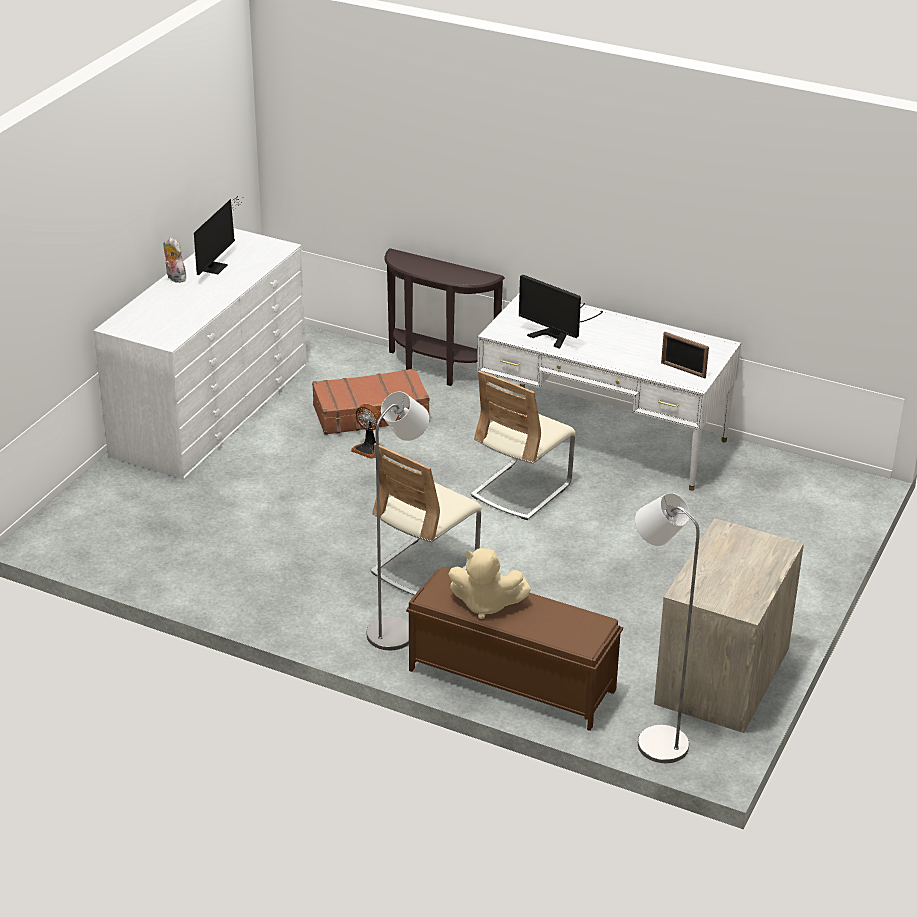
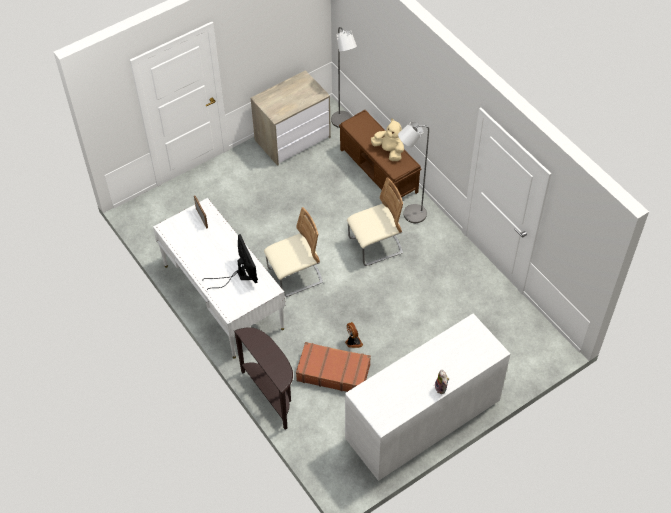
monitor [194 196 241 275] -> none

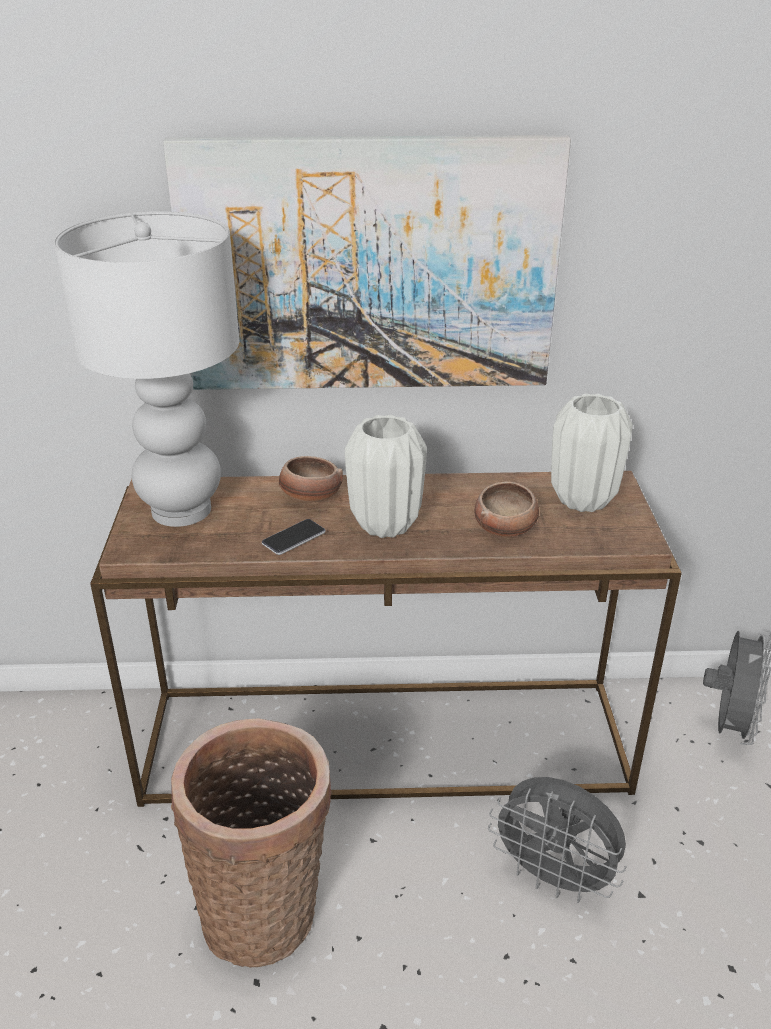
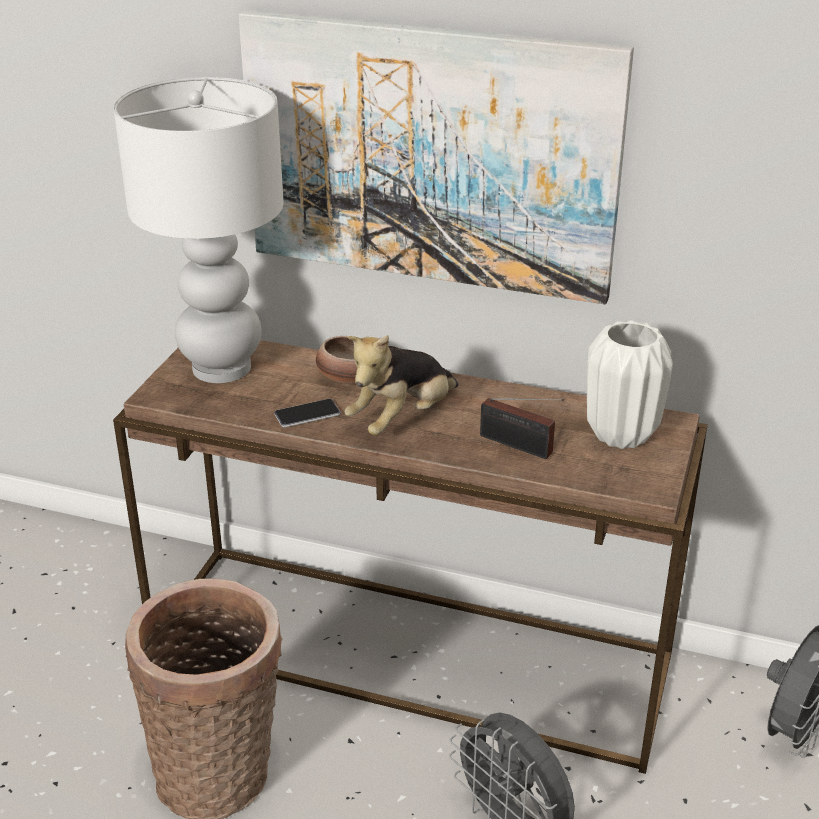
wazon (biały) [345 415 427 538] -> pluszak [345 335 458 435]
miska [475 481 539 537] -> radio [480 398 564 459]

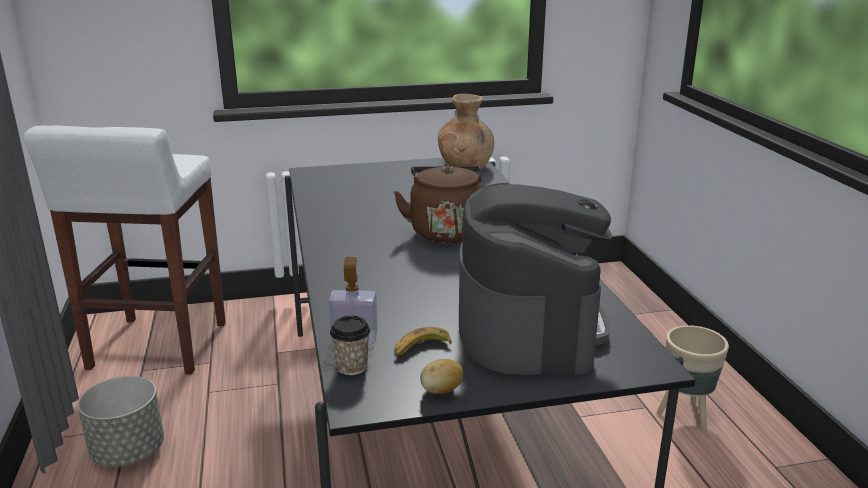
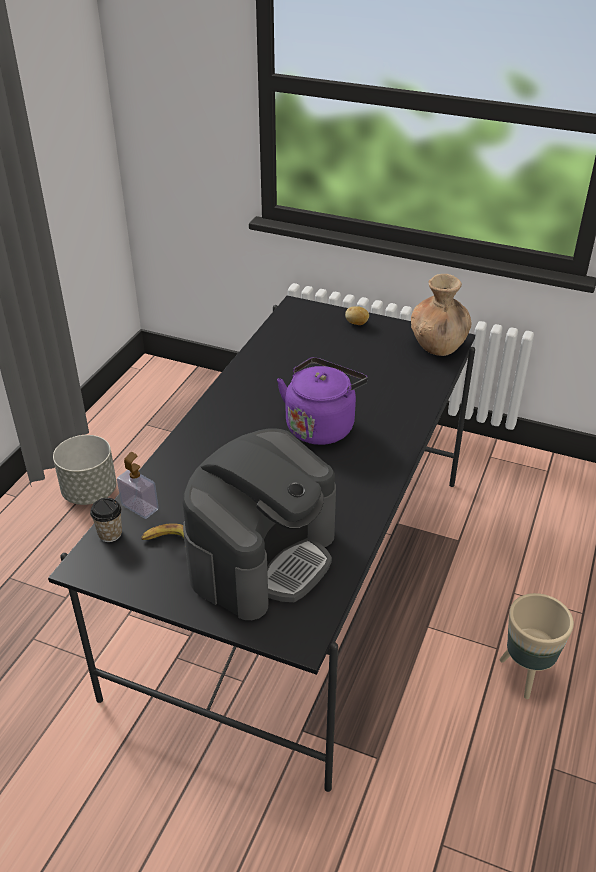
stołek (biały) [23 126 226 375] -> none
czajnik (brązowy) [394 165 483 244] -> czajnik (fioletowy) [277 357 368 445]
ziemniak [420 359 463 394] -> ziemniak [345 306 369 325], moved

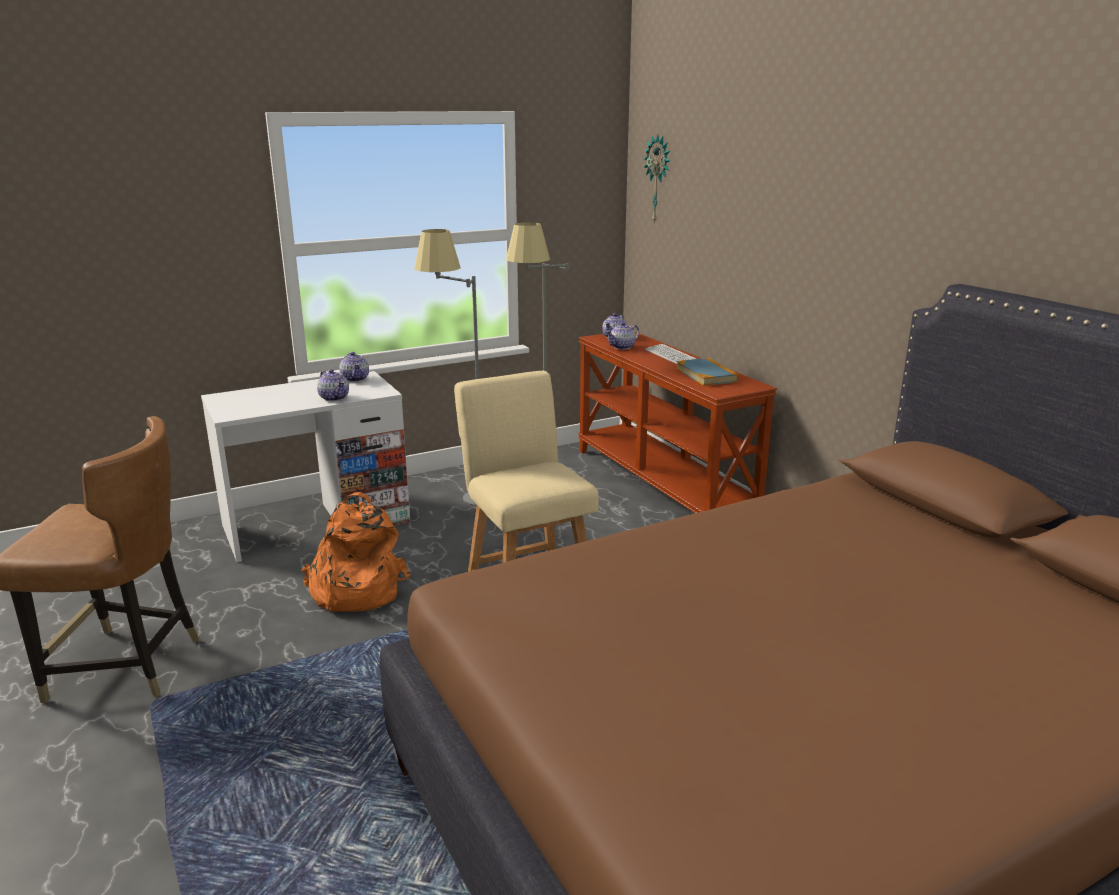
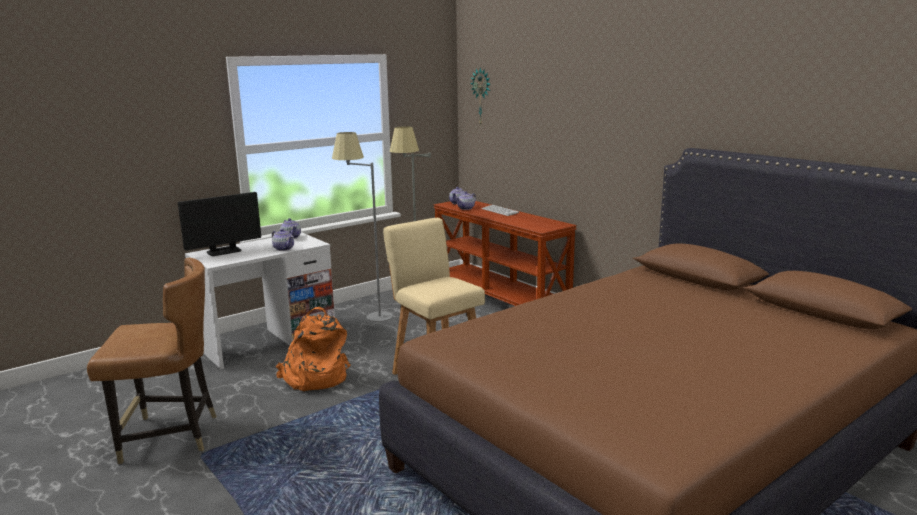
książka [676 358 738 386] -> none
none -> monitor [178 192 261 256]

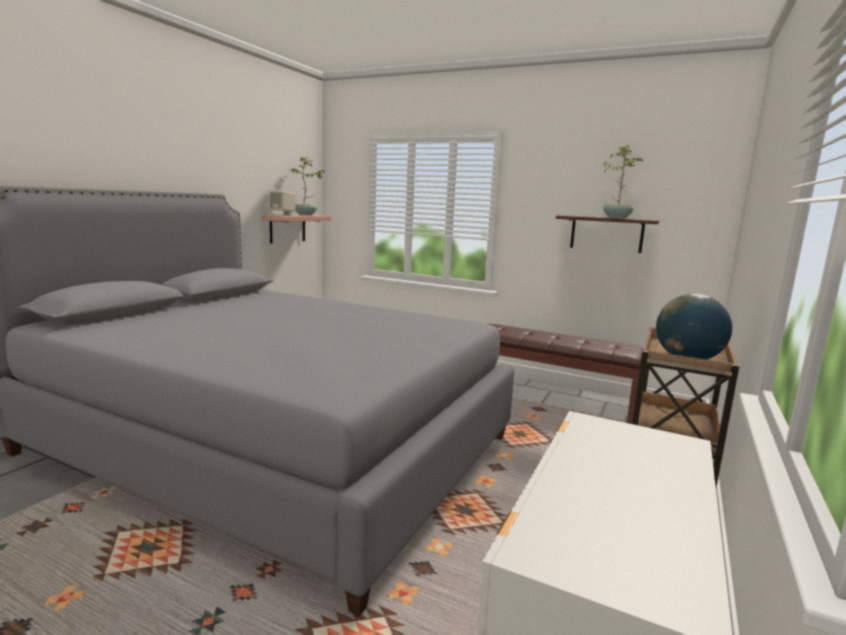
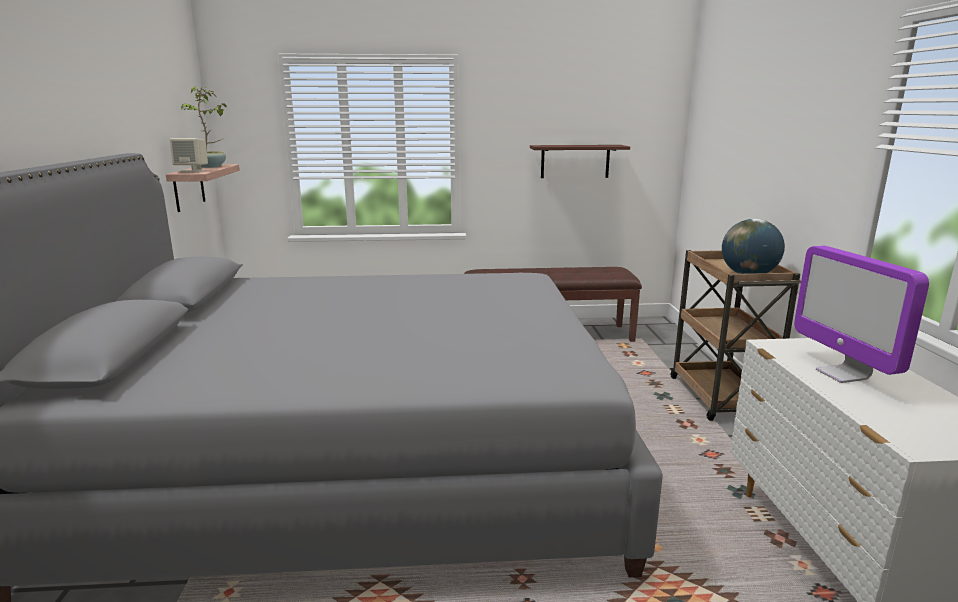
roślina doniczkowa [603 145 643 219] -> none
none -> monitor [794 246 929 383]

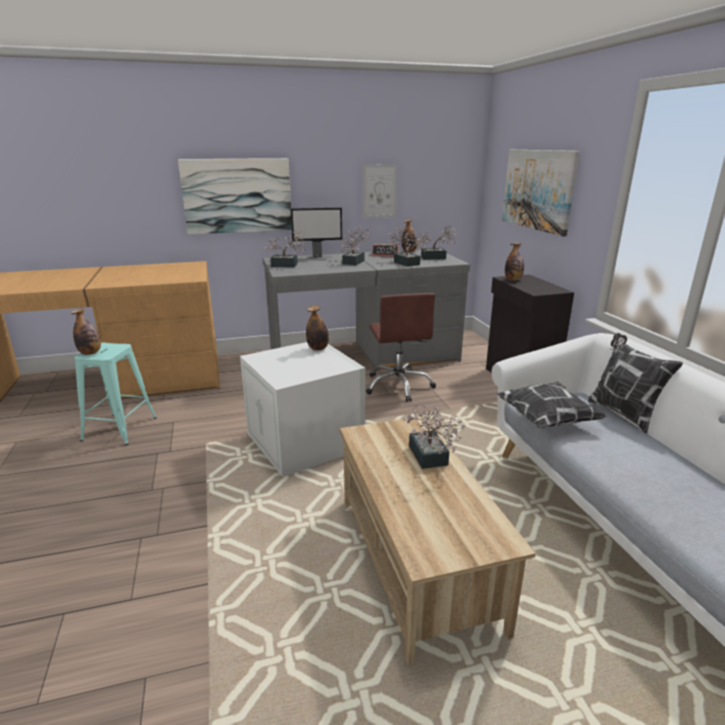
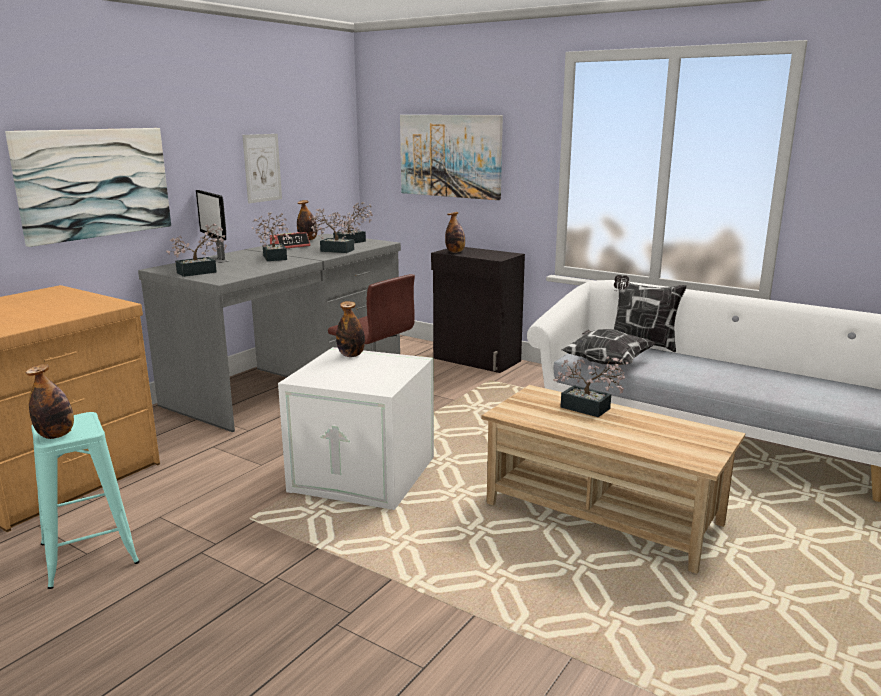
monitor [291 208 342 260] -> monitor [196 190 229 263], 105 degrees clockwise

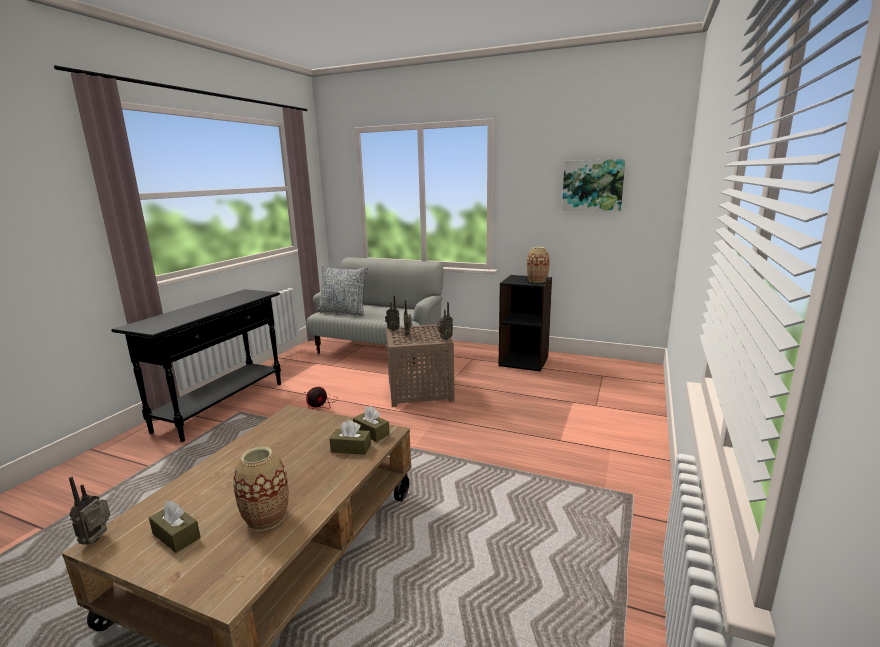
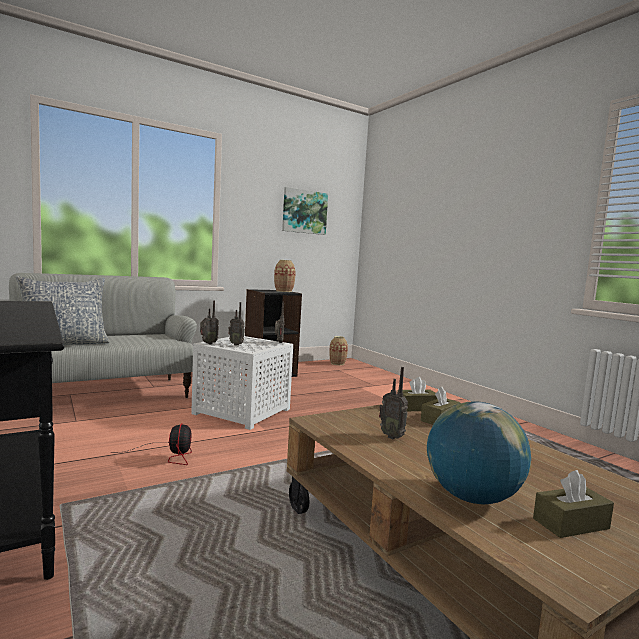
stolik (brązowy) [386 324 455 407] -> stolik (biały) [191 336 293 430]
wazon [233 447 289 531] -> wazon [329 336 348 365], moved
radio [69 477 110 545] -> radio [379 367 408 439], moved
none -> globus [427 401 531 504]

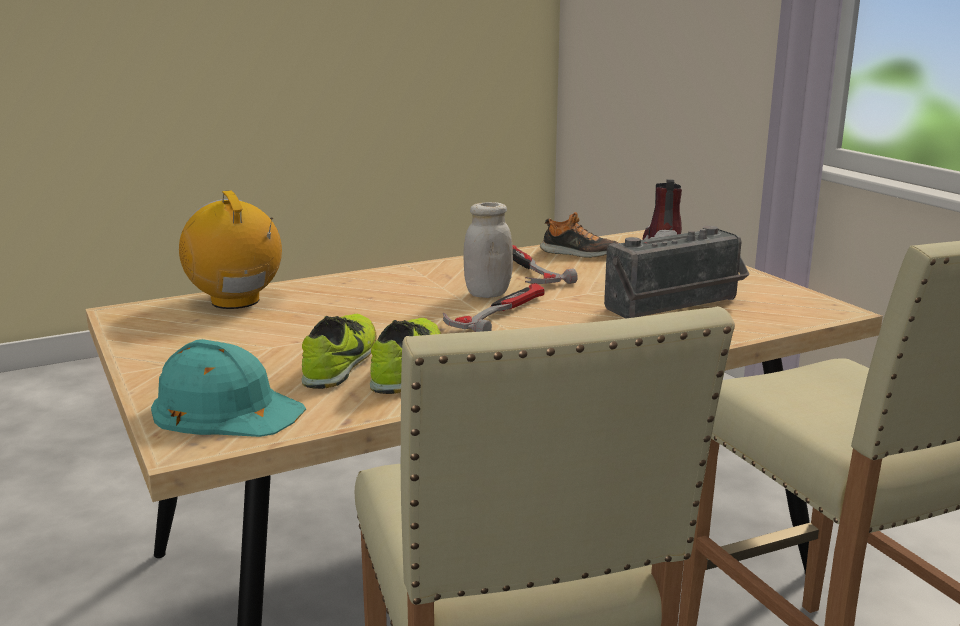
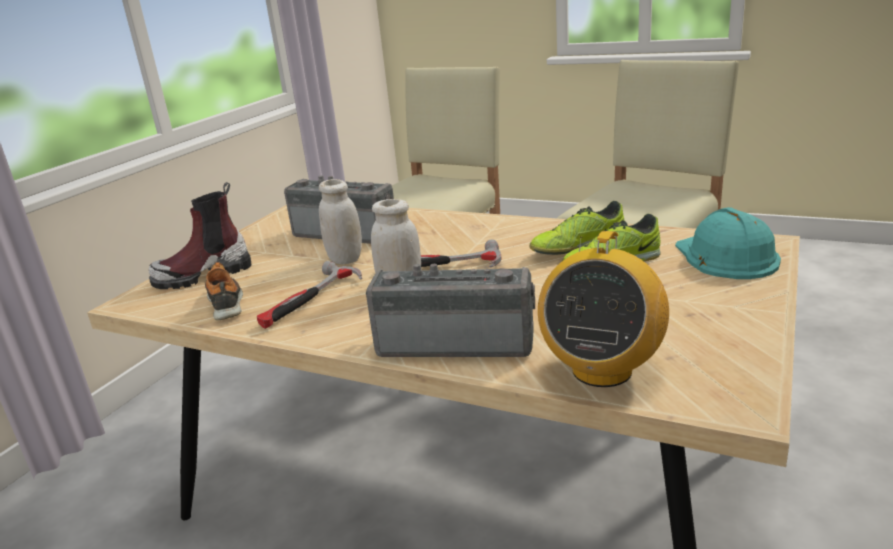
none -> słoik (biały) [319 179 362 264]
none -> radio [366 264 535 357]

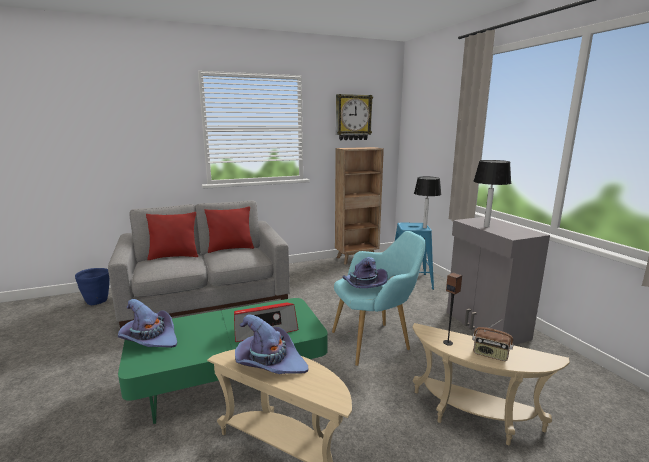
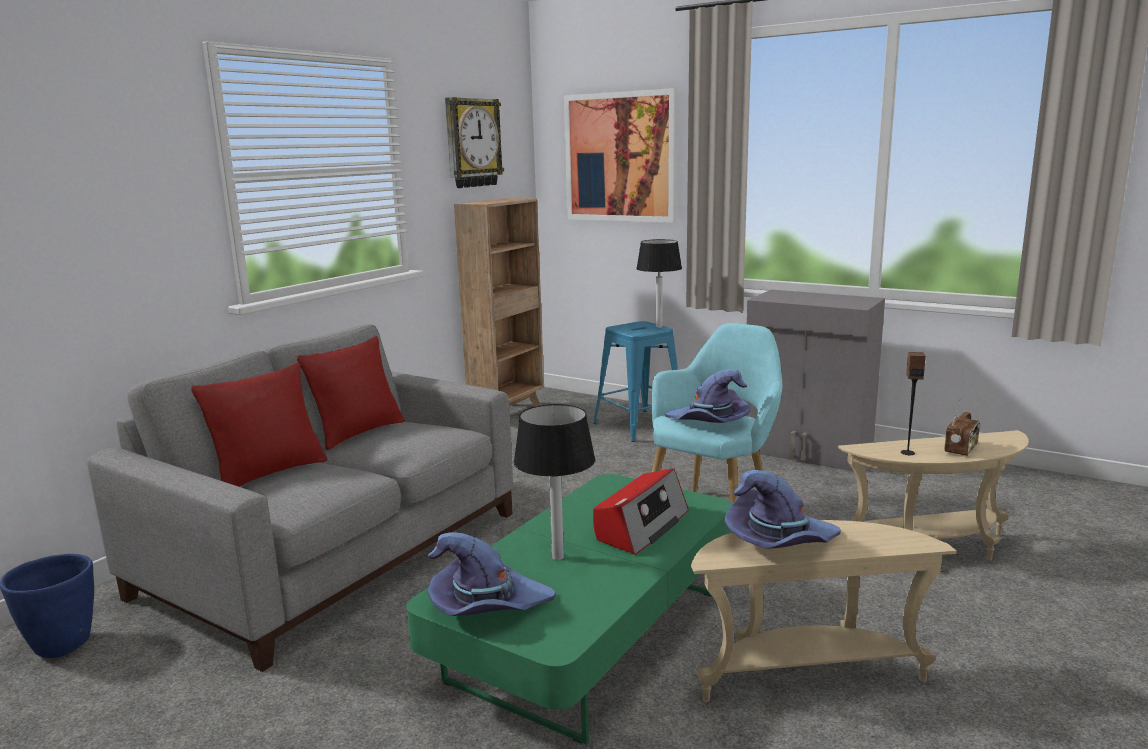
lampa stołowa [473 160 511 227] -> lampa stołowa [514 404 595 560], moved
radio [472 319 513 361] -> radio [944 398 981 456], 45 degrees counterclockwise
none -> obraz [564 88 677 223]

